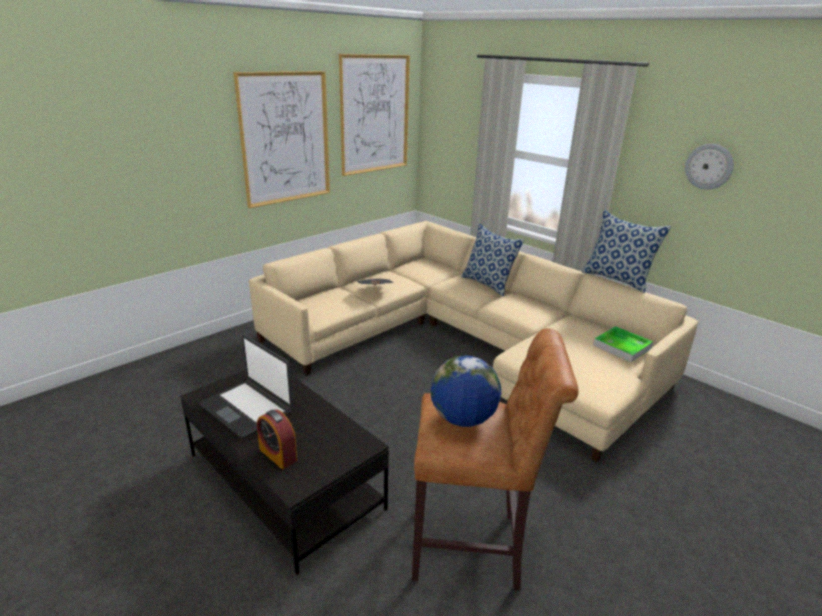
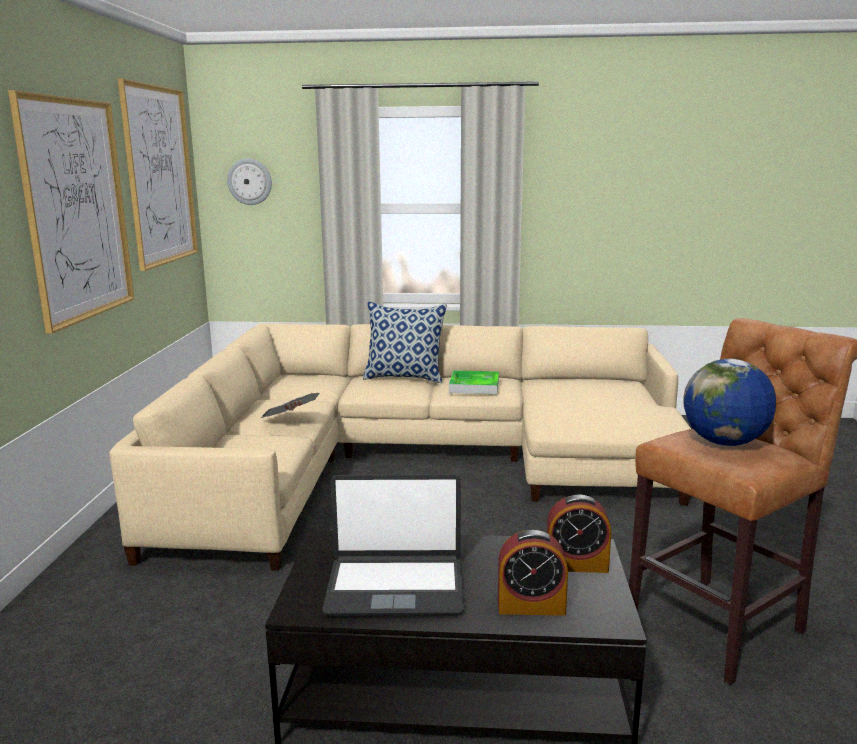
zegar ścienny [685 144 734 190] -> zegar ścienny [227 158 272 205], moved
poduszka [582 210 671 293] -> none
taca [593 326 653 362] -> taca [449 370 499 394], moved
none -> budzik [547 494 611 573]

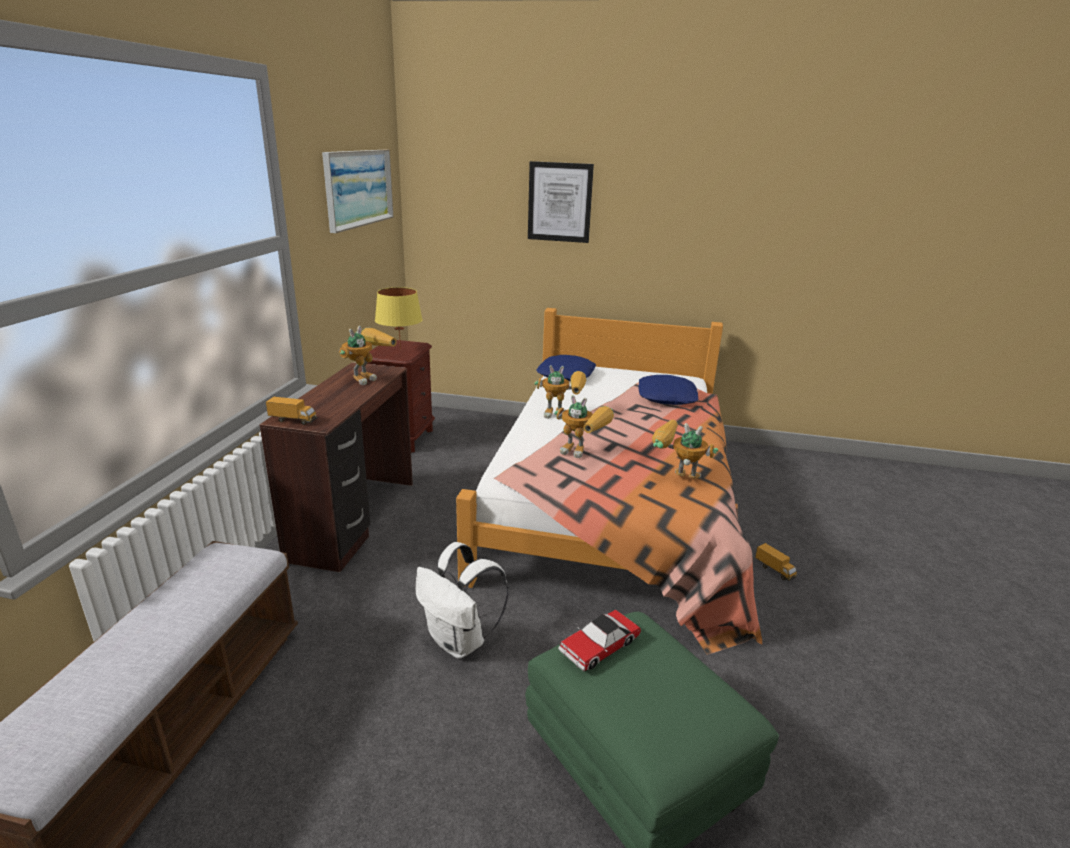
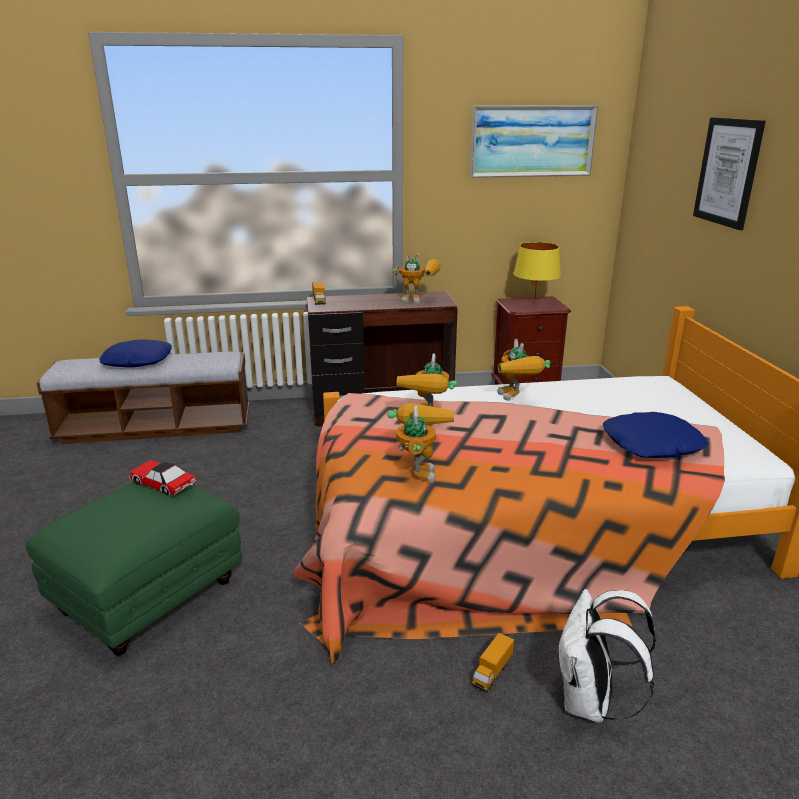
poduszka (niebieski) [536 355 596 381] -> poduszka (niebieski) [100 339 172 367], moved
plecak (biały) [415 542 509 659] -> plecak (biały) [557 589 656 723], moved

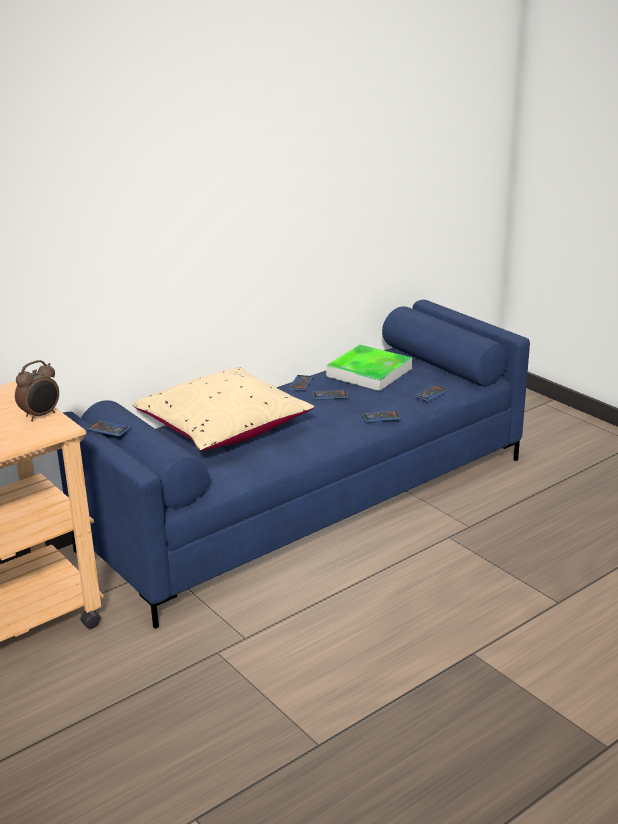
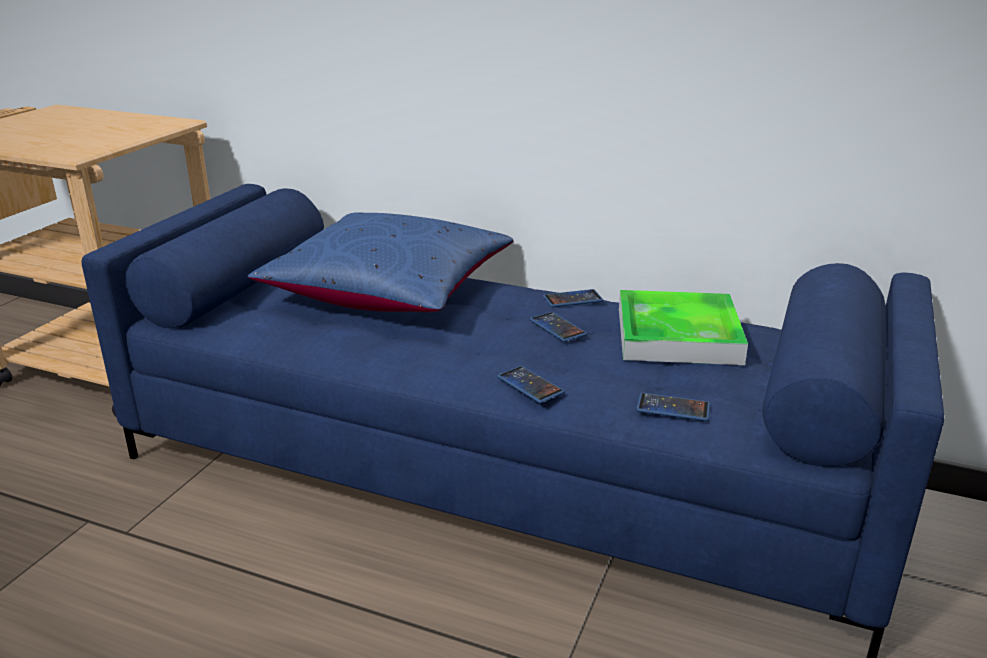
budzik [15 360 59 421] -> none
poduszka (beżowy) [133 367 314 451] -> poduszka (niebieski) [248 213 514 312]
telefon [86 420 130 437] -> none

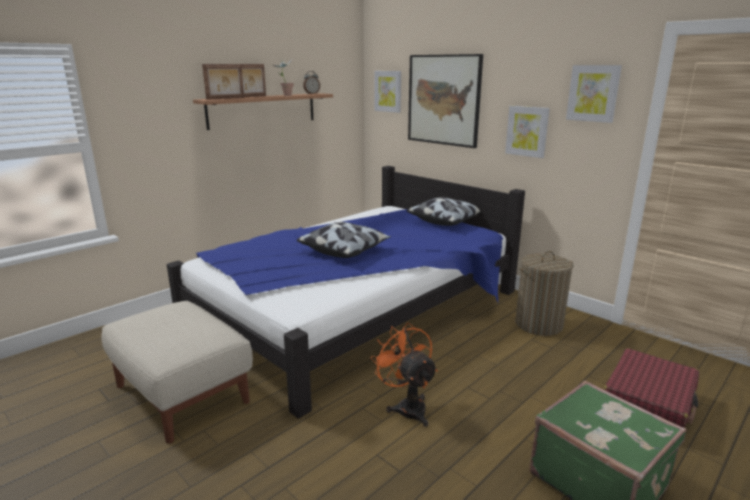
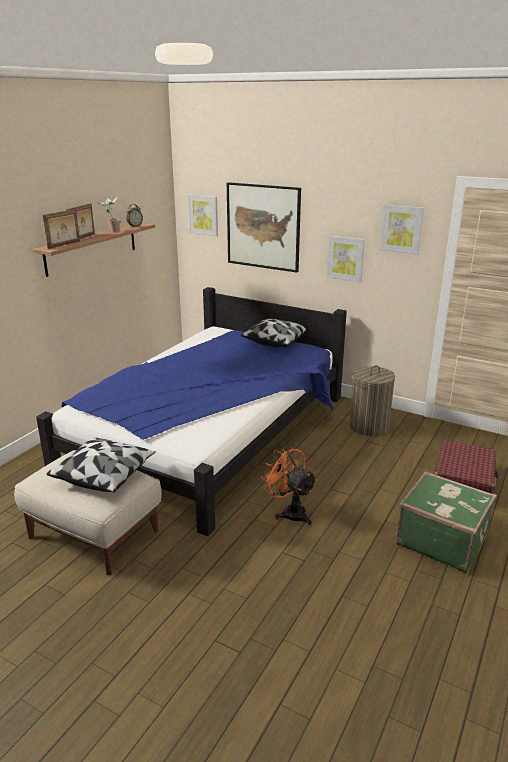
poduszka [297 222 391 258] -> poduszka [46 437 156 492], moved

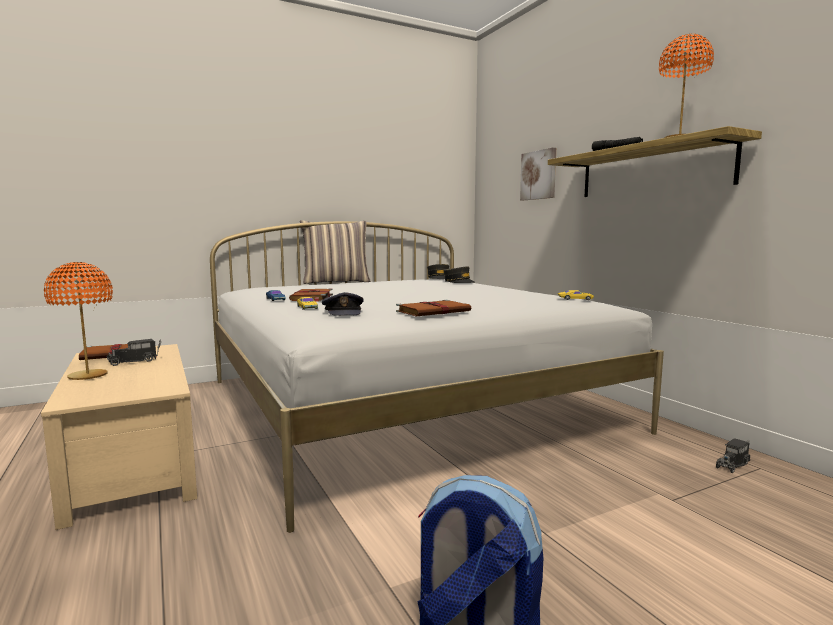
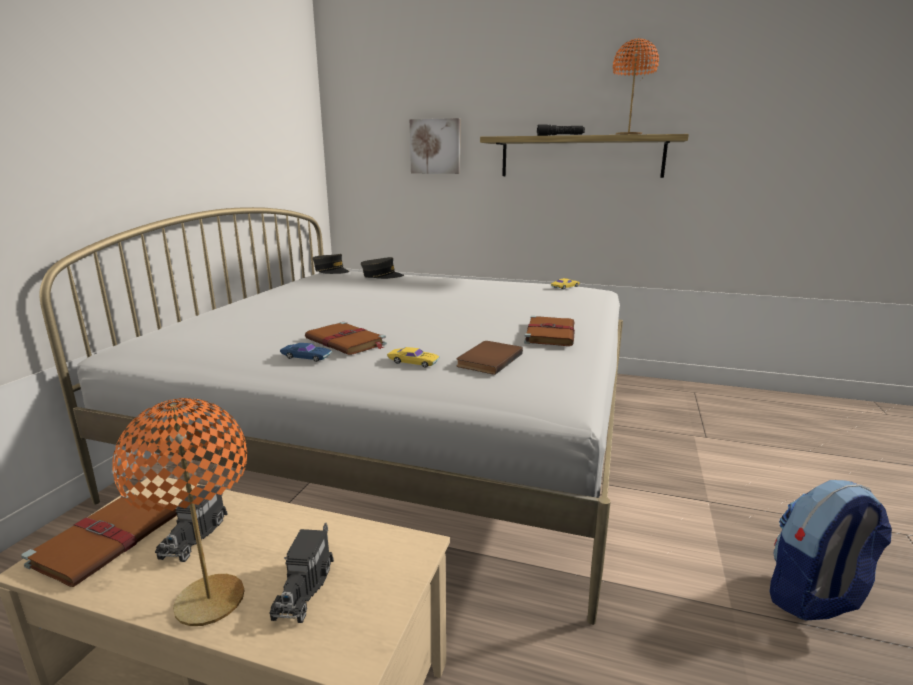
poduszka [300 220 371 284] -> none
czapka z daszkiem (szary) [322 292 364 316] -> książka (brązowy) [457 341 523 375]
ciężarówka zabawkowa [716 438 750 473] -> ciężarówka zabawkowa [269 522 334 623], moved

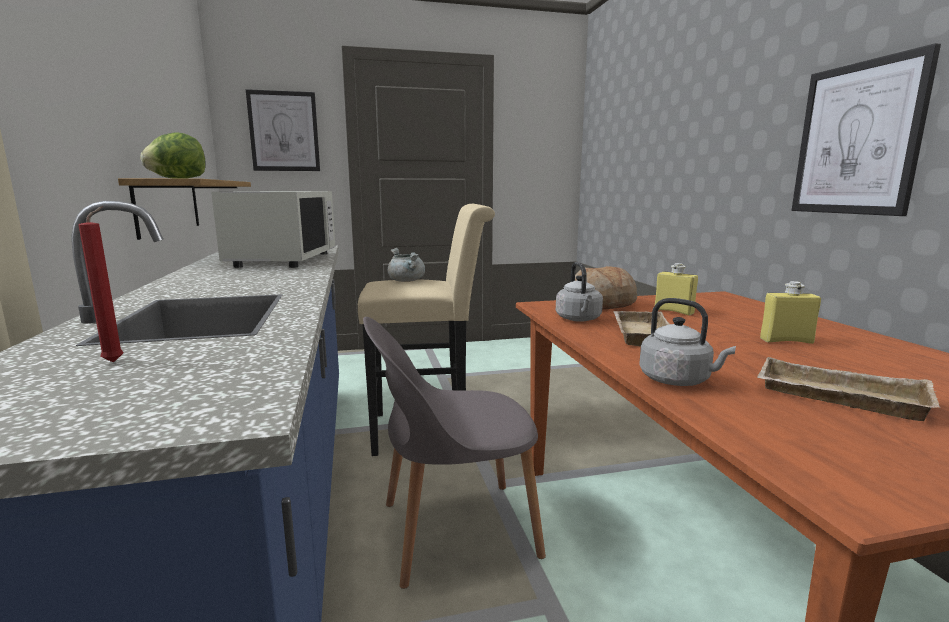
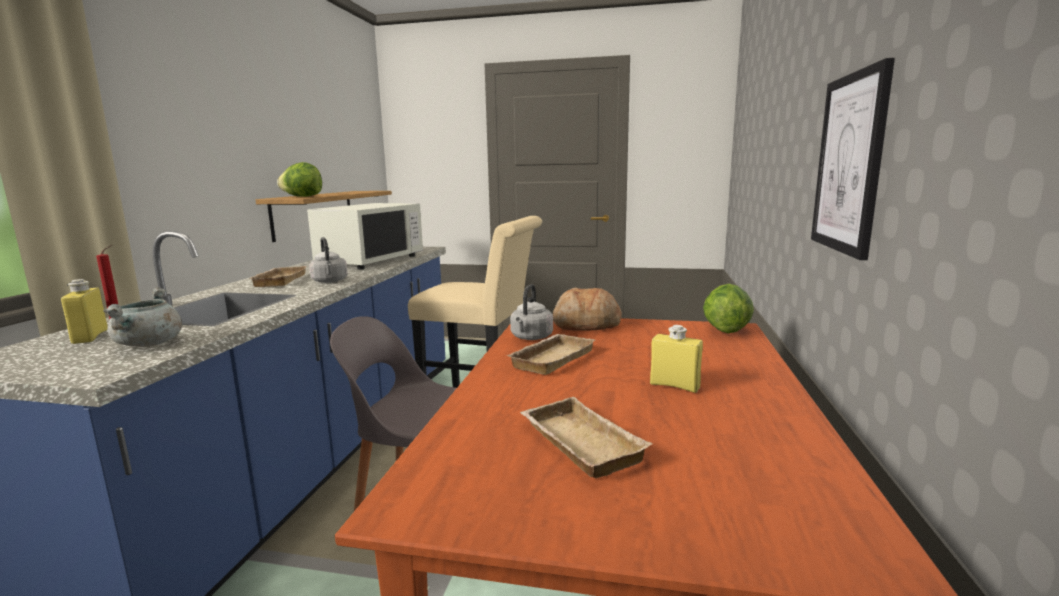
obraz [246 89 320 171] -> none
garnek (szary) [388 248 425 282] -> garnek (szary) [103 287 182 347], moved
butelka (żółty) [655 263 698 315] -> butelka (żółty) [61 279 108 344], moved
czajnik (szary) [639 298 736 386] -> czajnik (szary) [309 237 348 283], moved
none -> taca (beżowy) [249 266 307 287]
none -> sałata [703 284 754 333]

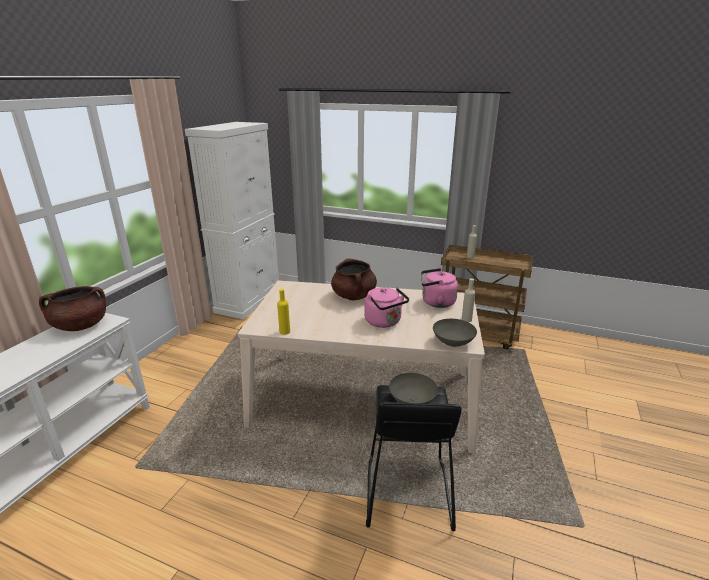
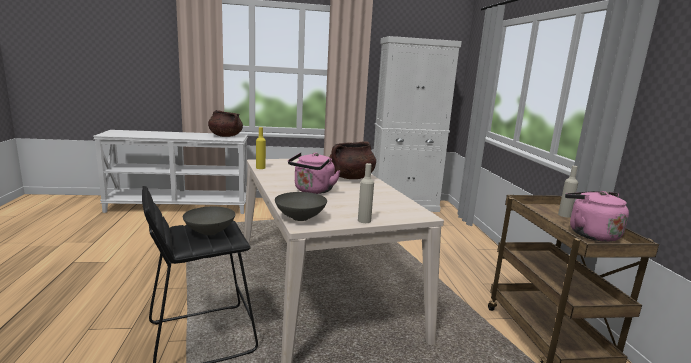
czajnik (różowy) [421 268 458 308] -> czajnik (różowy) [565 191 629 242], moved

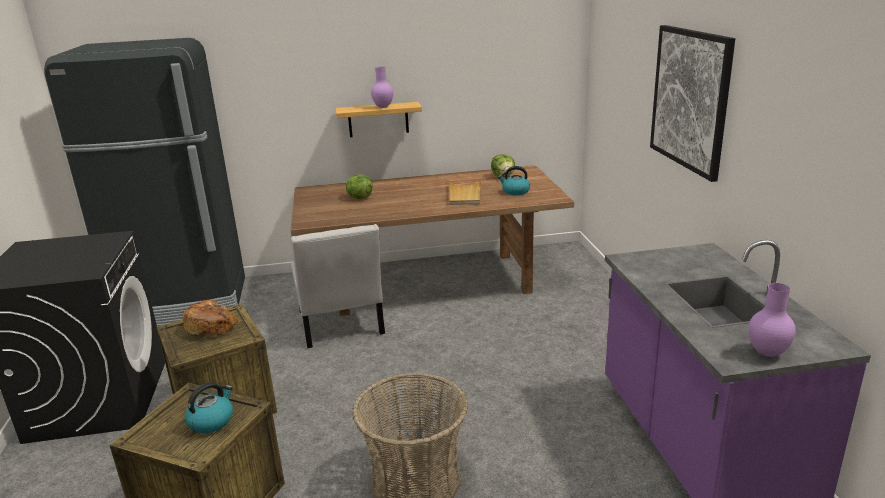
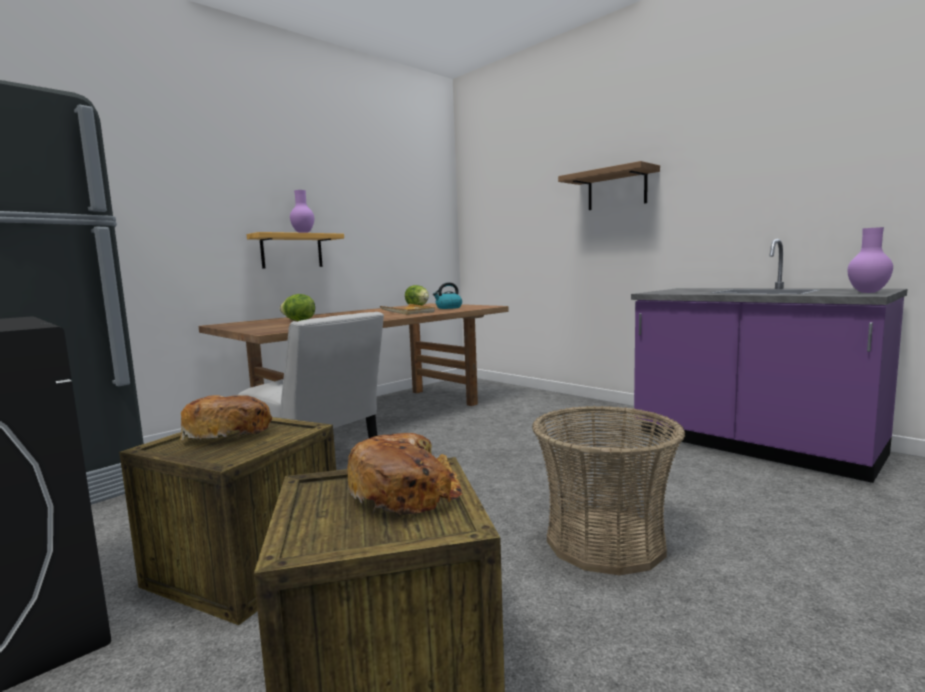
obraz [650 25 735 182] -> półka [558 161 660 210]
czajnik [185 382 233 433] -> chleb [347 433 462 515]

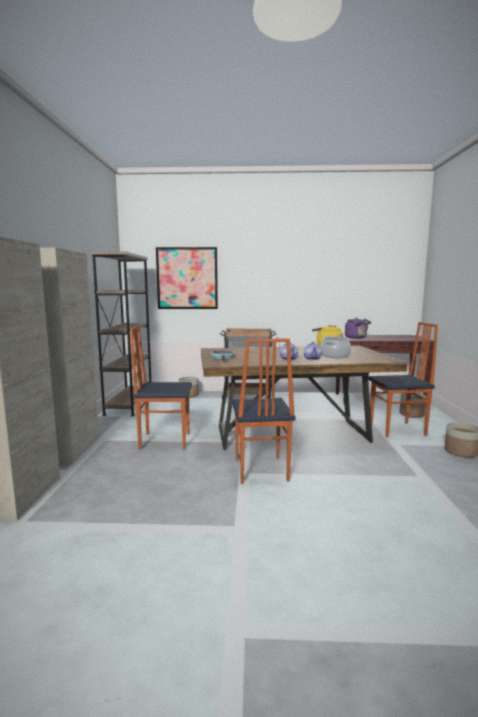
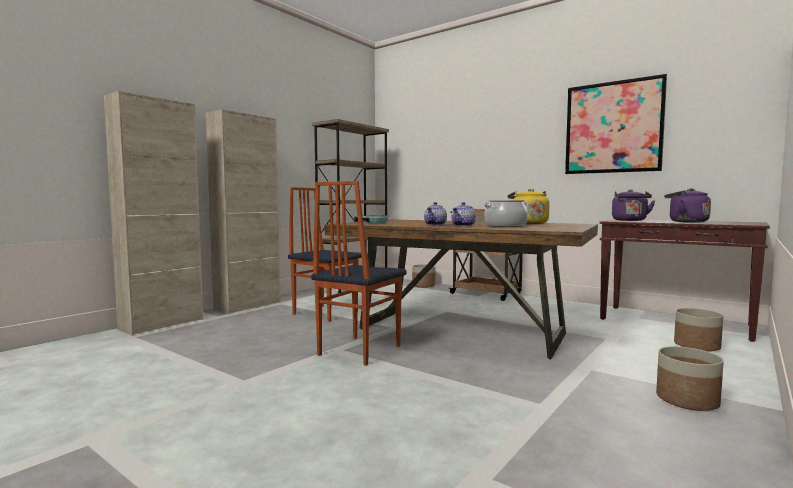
obraz [156 247 218 309] -> obraz [565 74 667 174], moved
krzesło [368 322 438 437] -> none
none -> czajnik (fioletowy) [664 188 711 223]

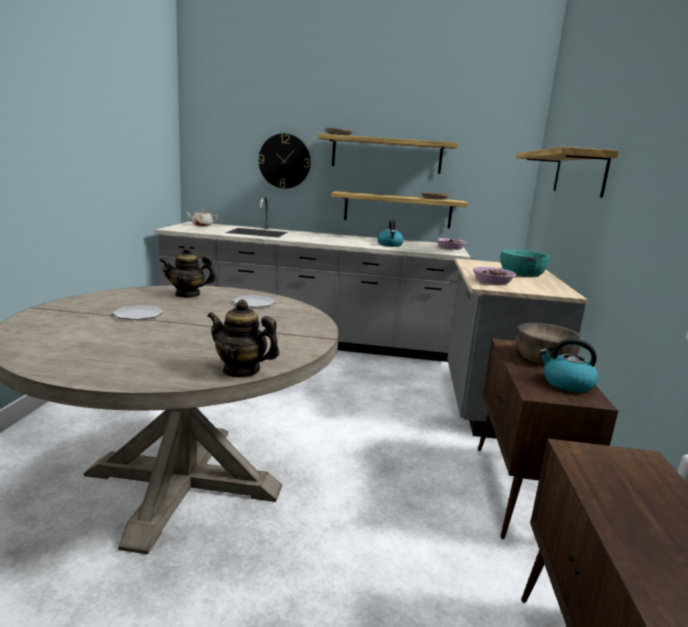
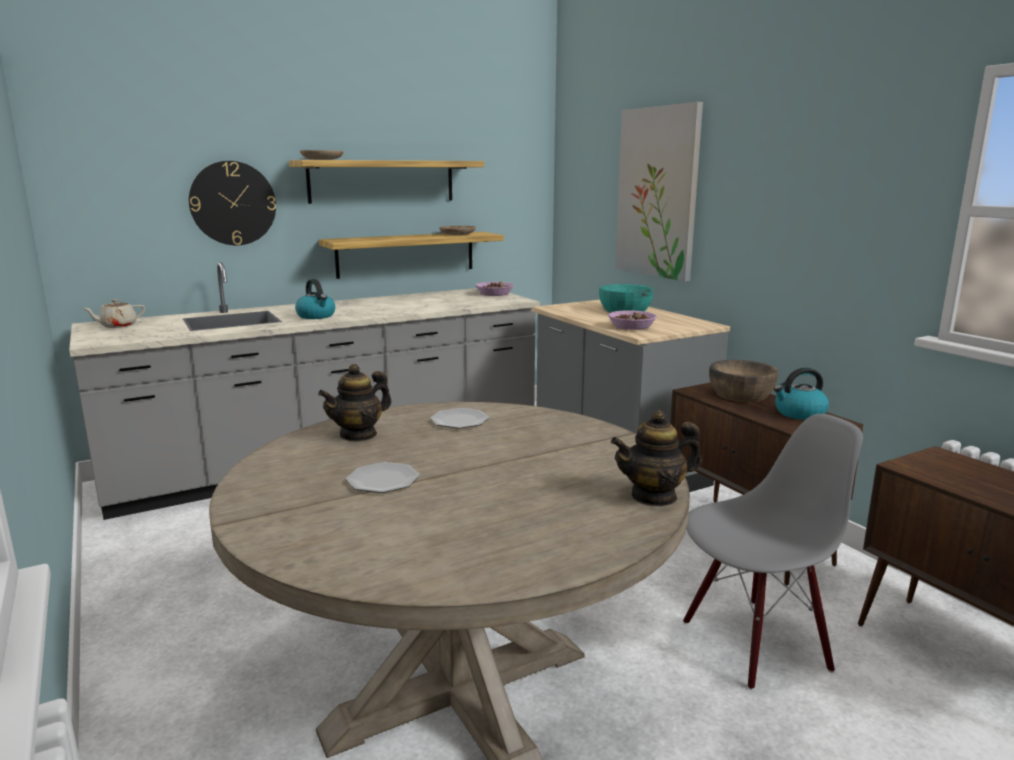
półka [516 147 619 198] -> obraz [615 102 703 282]
czajnik [377 220 404 247] -> czajnik [295 279 335 319], moved
none -> krzesło (szary) [683 414 863 690]

